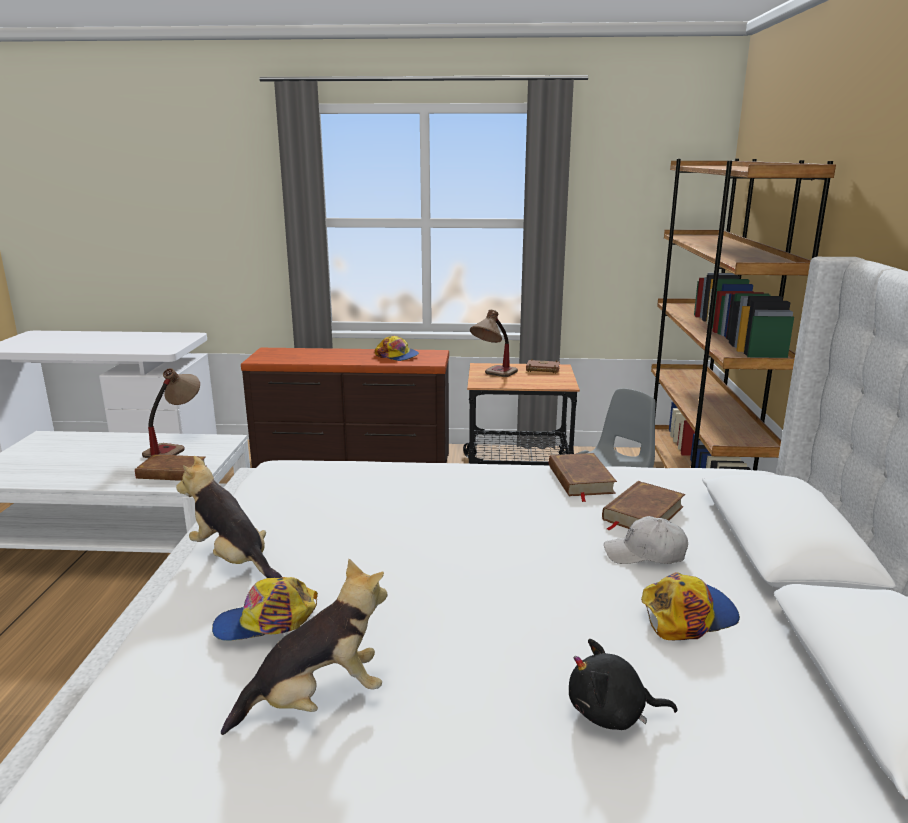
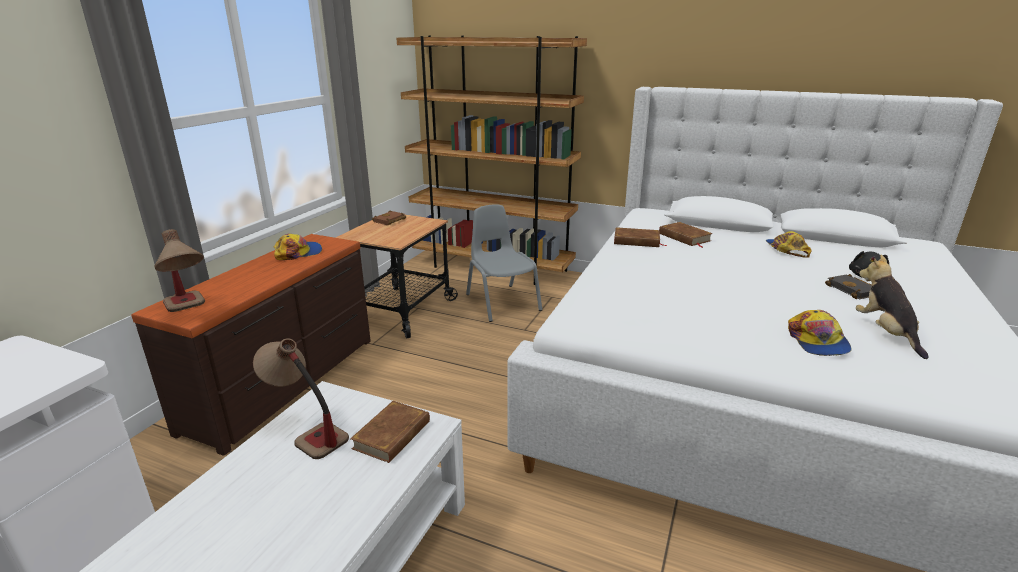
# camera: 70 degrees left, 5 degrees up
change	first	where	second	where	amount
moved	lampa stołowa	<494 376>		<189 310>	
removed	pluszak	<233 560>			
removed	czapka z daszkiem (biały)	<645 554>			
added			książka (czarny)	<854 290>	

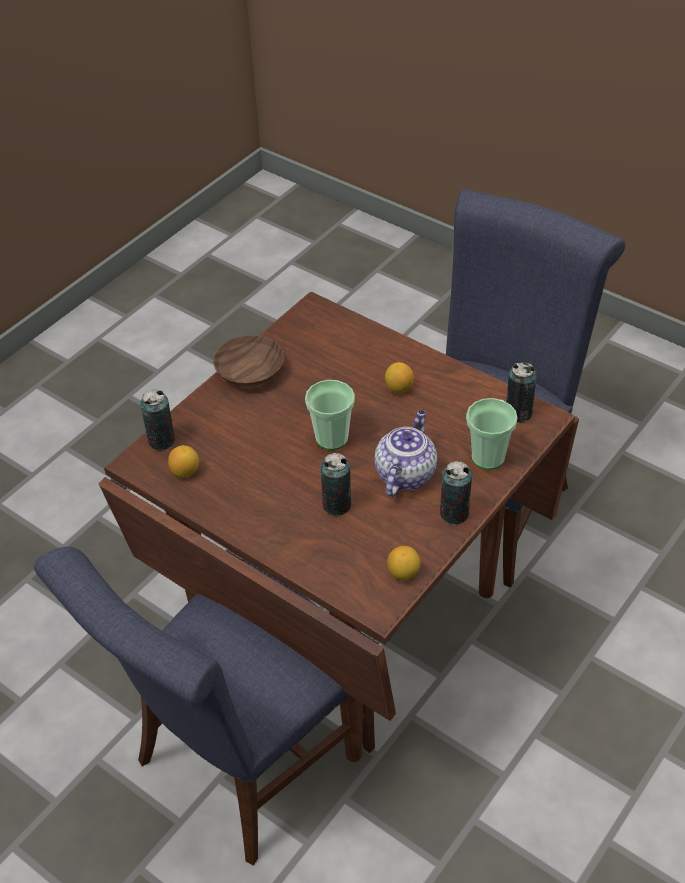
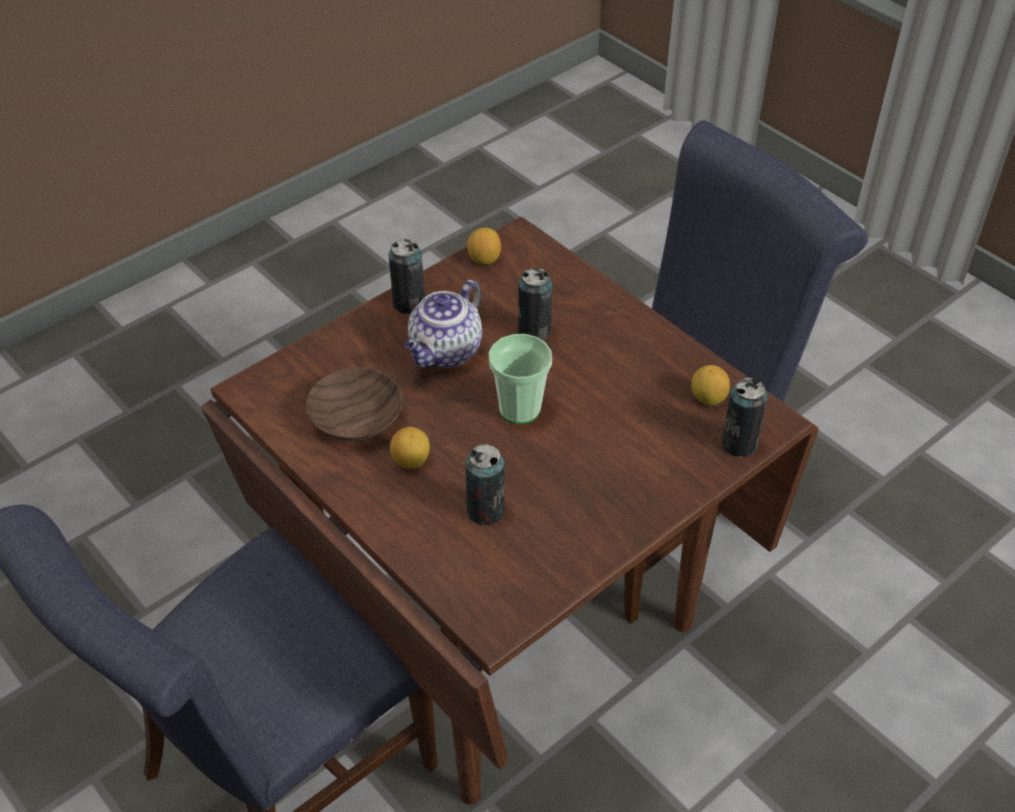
# camera: 170 degrees left, 0 degrees up
change	first	where	second	where	amount
moved	miska (brązowy)	<251 371>		<354 419>	
moved	puszka	<518 413>		<485 511>	
removed	filiżanka	<488 457>			

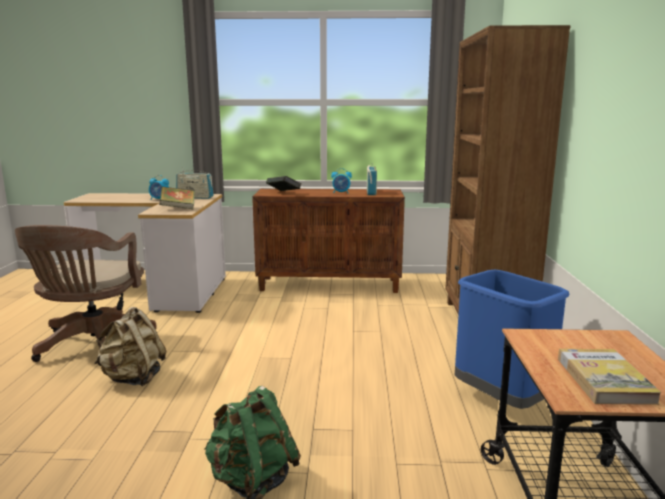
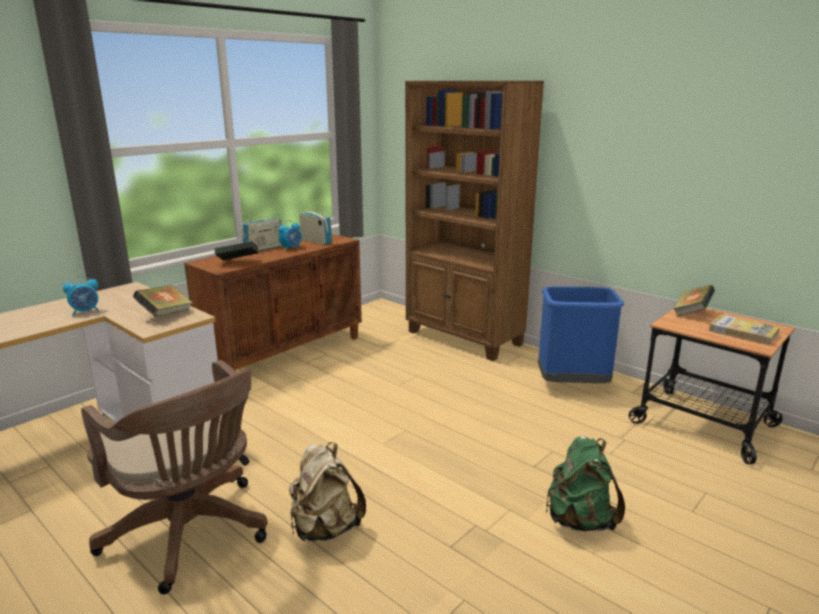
# camera: 50 degrees left, 5 degrees up
change	first	where	second	where	amount
moved	radio	<195 197>		<264 248>	
added			książka	<691 313>	

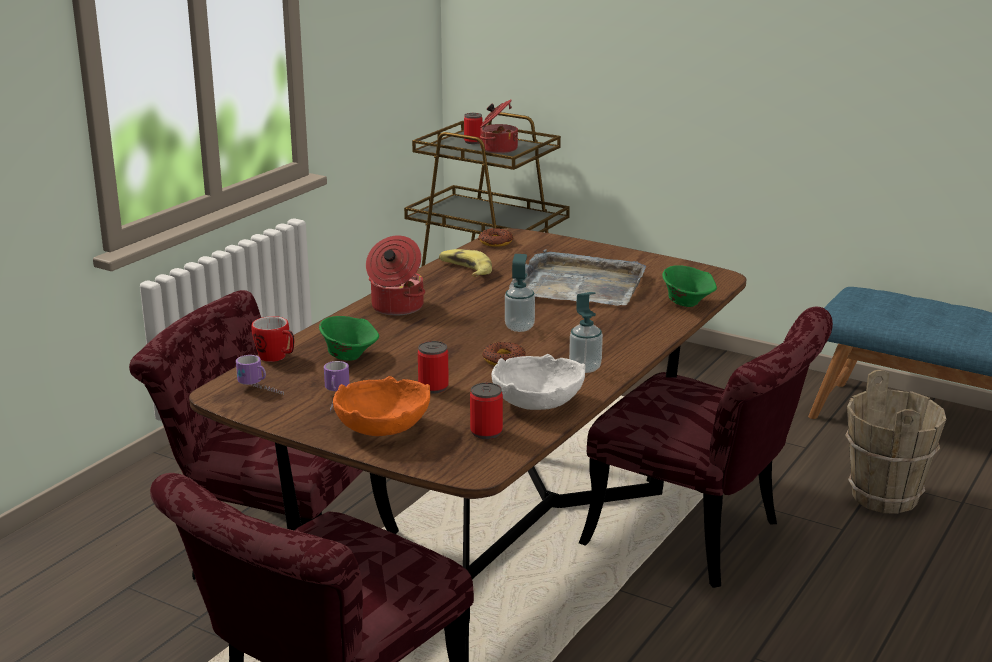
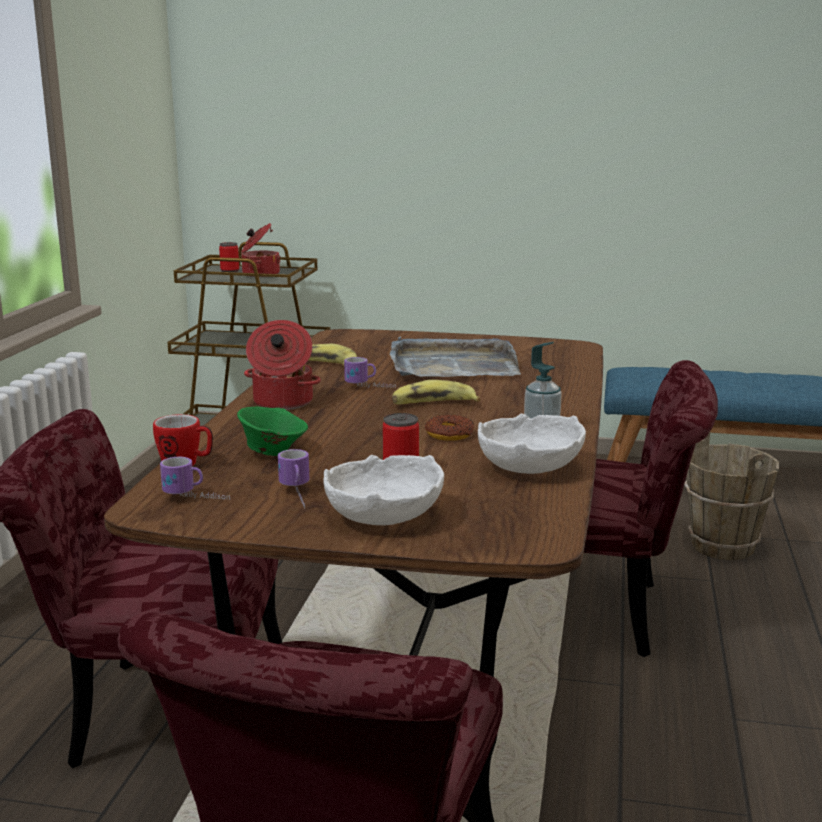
# camera: 20 degrees left, 5 degrees down
change	first	where	second	where	amount
removed	donut	<495 242>			
replaced	dozownik mydła	<519 327>	banan	<433 405>	
removed	miska (zielony)	<687 303>			
recoloured	miska (pomarańczowy)	<382 427>	miska (biały)	<383 516>	
removed	puszka	<486 432>			
added			kubek	<370 388>	

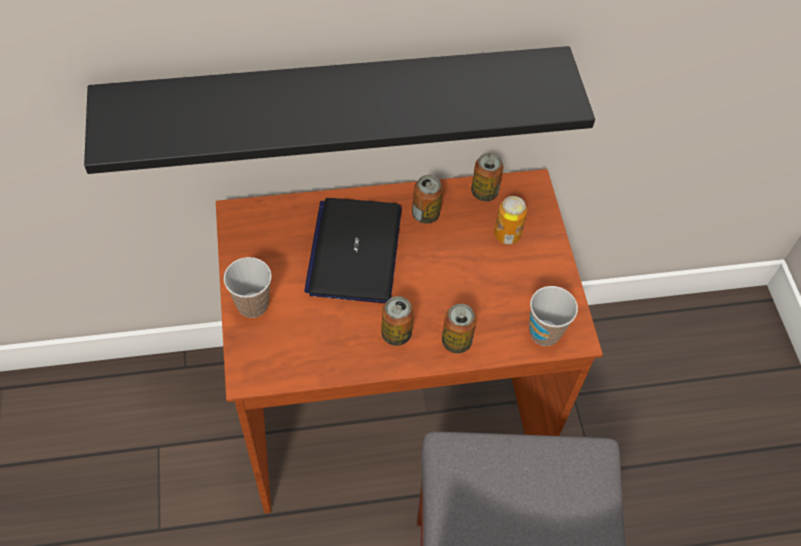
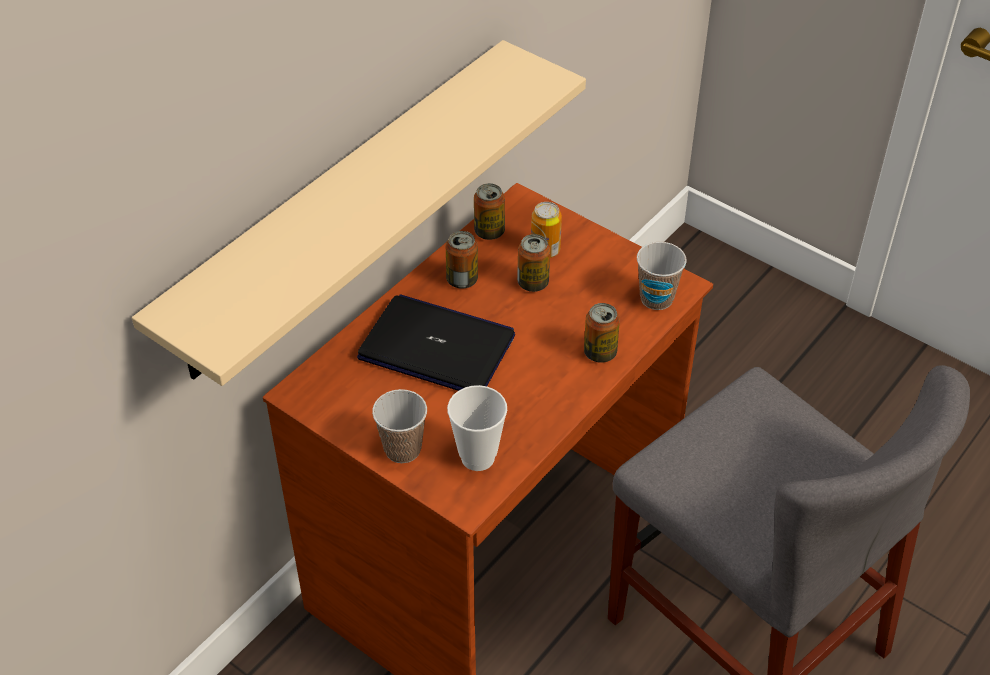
# camera: 40 degrees left, 10 degrees down
change	first	where	second	where	amount
recoloured	półka (czarny)	<336 103>	półka (beżowy)	<340 210>	
turned	laptop	<355 251>		<438 347>	150 degrees clockwise
moved	puszka	<396 334>		<533 283>	
added			filiżanka	<478 457>	

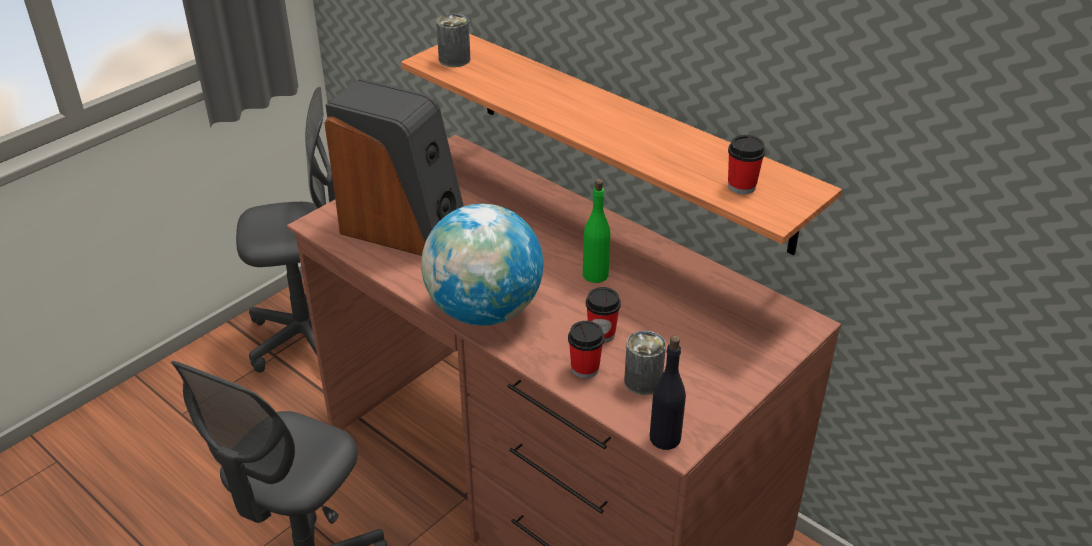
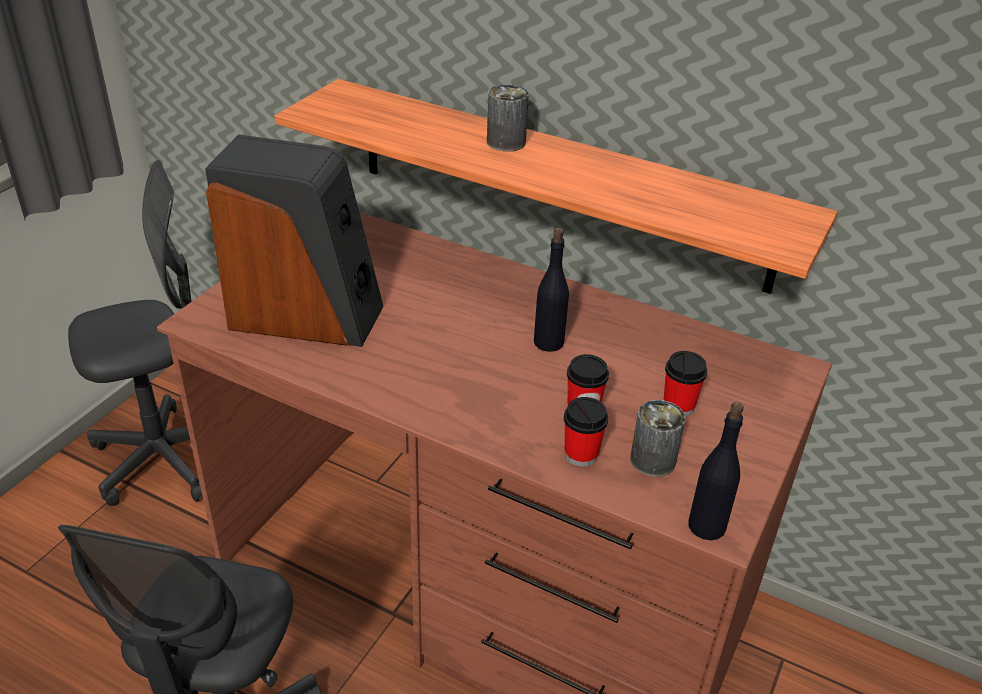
# camera: 15 degrees left, 0 degrees up
change	first	where	second	where	amount
moved	puszka	<454 59>		<506 142>	
moved	filiżanka	<741 186>		<678 406>	
recoloured	butelka (zielony)	<595 275>	butelka (czarny)	<548 342>	
removed	globus	<484 311>			

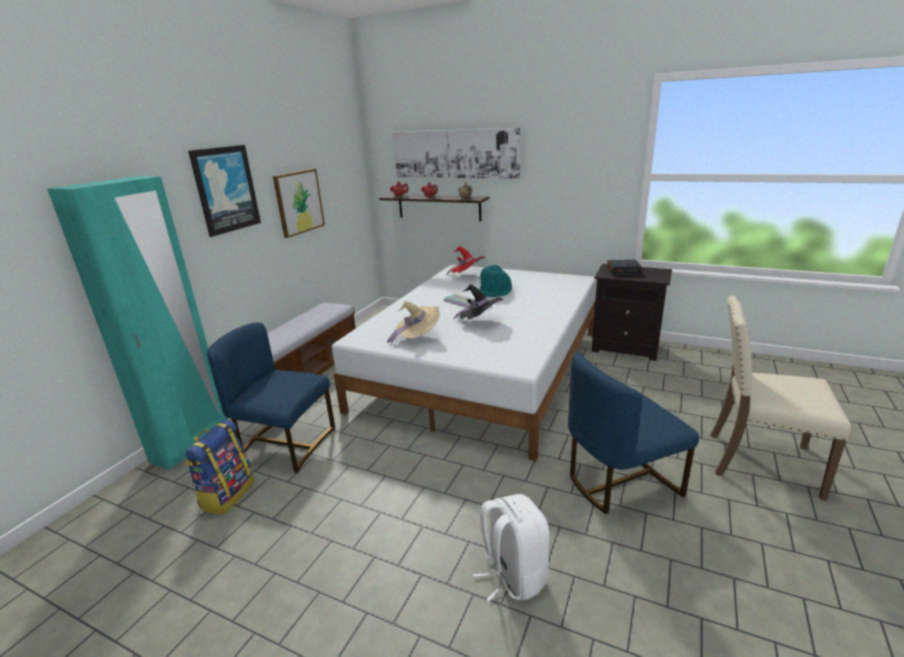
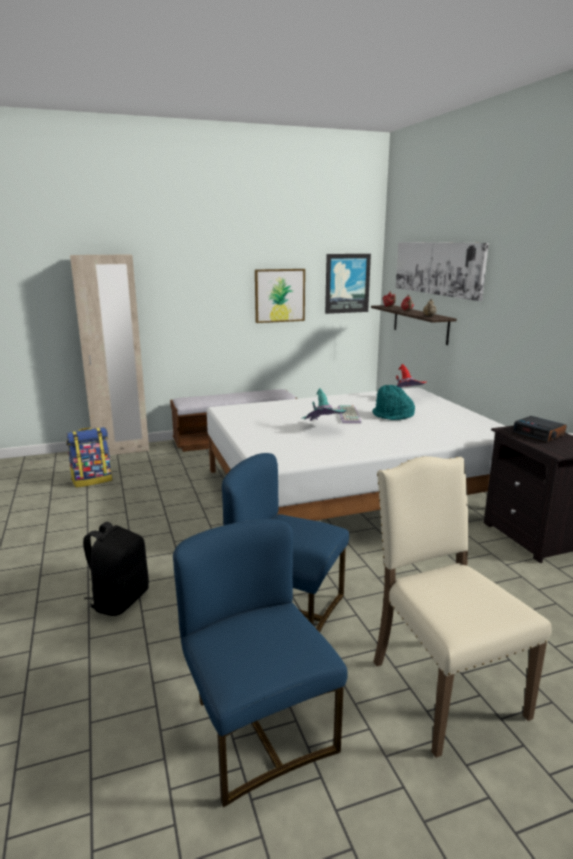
# camera: 45 degrees right, 5 degrees down
change	first	where	second	where	amount
moved	obraz	<225 189>		<347 283>	
recoloured	szafa (turkusowy)	<192 444>	szafa (beżowy)	<121 450>	
recoloured	kapelusz (czarny)	<480 322>	kapelusz (turkusowy)	<322 429>	
removed	kapelusz (beżowy)	<417 337>			
moved	krzesło (niebieski)	<286 443>		<258 728>	
recoloured	plecak (biały)	<512 575>	plecak (czarny)	<119 600>	

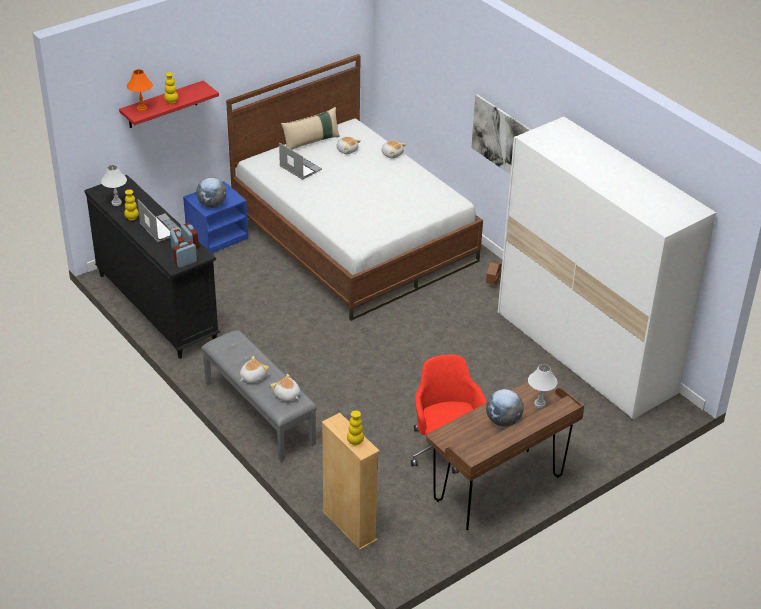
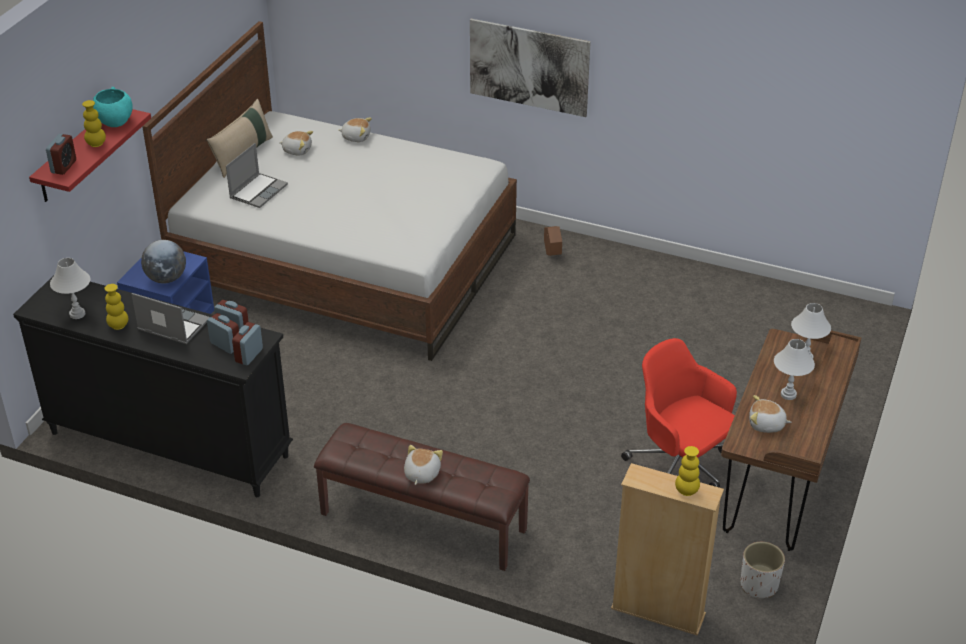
# camera: 30 degrees left, 0 degrees up
change	first	where	second	where	amount
replaced	lampa stołowa (pomarańczowy)	<142 109>	budzik	<63 166>	
removed	szafa (biały)	<585 353>			
turned	laptop	<299 168>		<258 191>	105 degrees clockwise
recoloured	ławka (szary)	<258 413>	ławka (brązowy)	<422 522>	
moved	pluszak	<287 395>		<766 425>	
replaced	globus	<503 421>	lampa stołowa (biały)	<788 394>	
added			miska (turkusowy)	<115 122>	
added			donica (biały)	<759 585>	

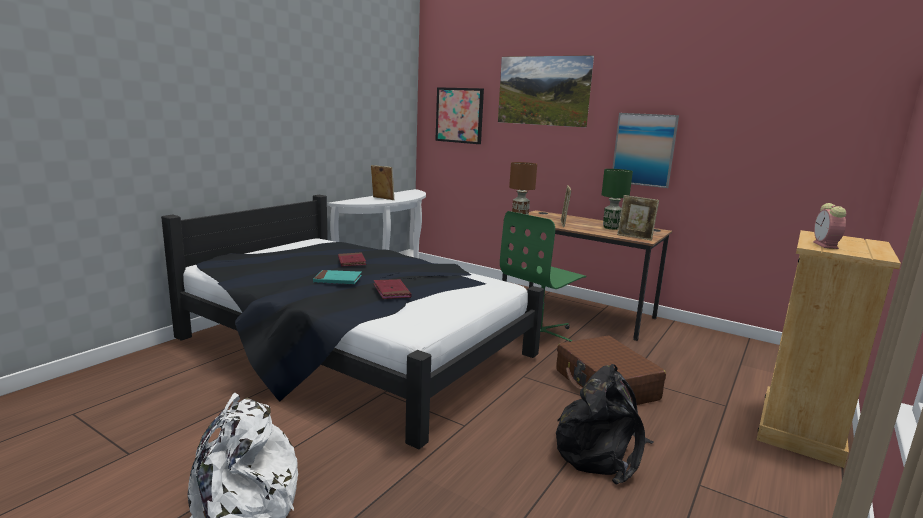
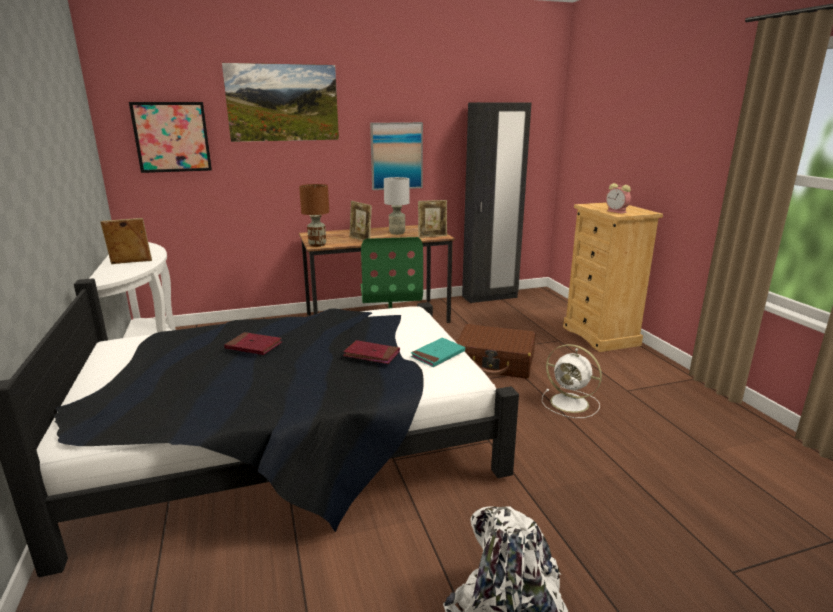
# camera: 50 degrees left, 5 degrees up
change	first	where	second	where	amount
recoloured	lampa stołowa (zielony)	<611 228>	lampa stołowa (szary)	<397 233>	
moved	książka (turkusowy)	<338 280>		<438 355>	
replaced	plecak (czarny)	<601 452>	wentylator (biały)	<571 403>	
added			szafa (czarny)	<490 297>	

